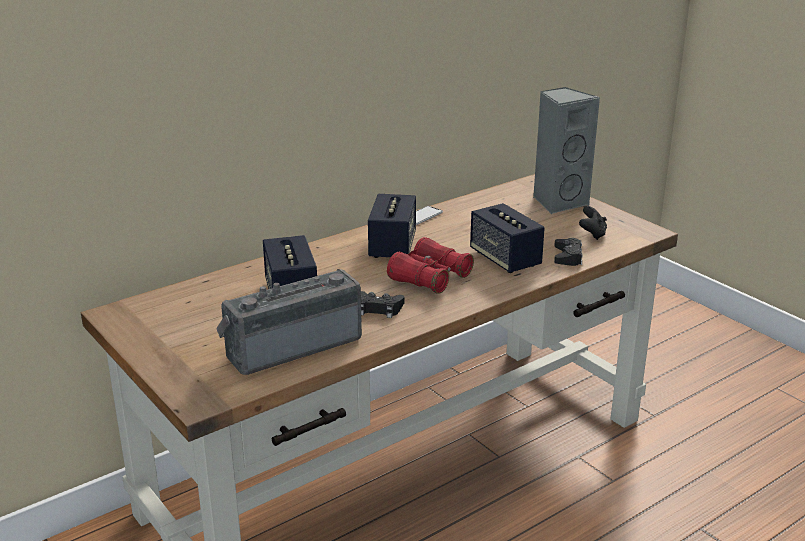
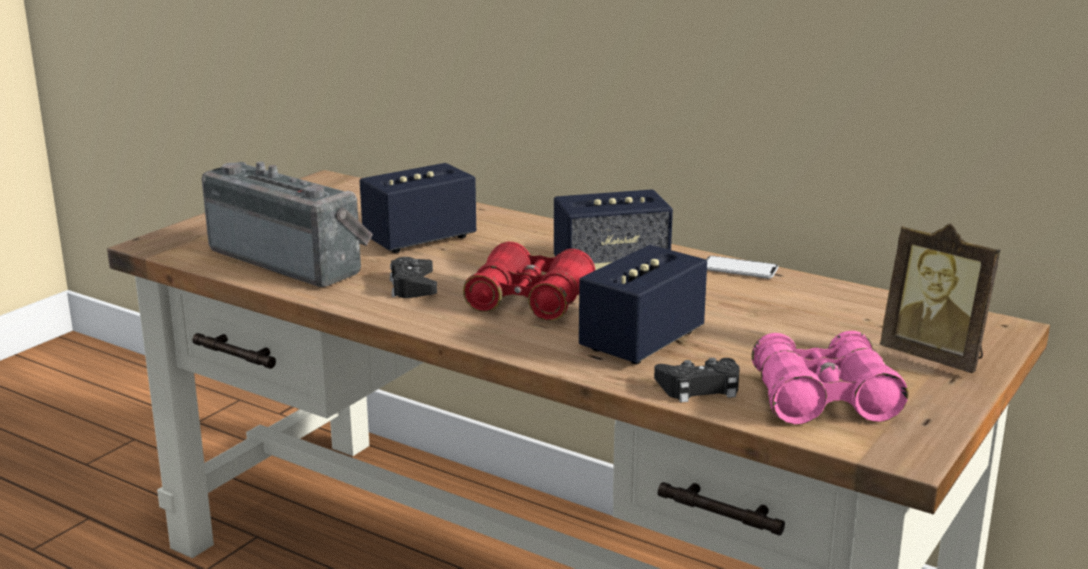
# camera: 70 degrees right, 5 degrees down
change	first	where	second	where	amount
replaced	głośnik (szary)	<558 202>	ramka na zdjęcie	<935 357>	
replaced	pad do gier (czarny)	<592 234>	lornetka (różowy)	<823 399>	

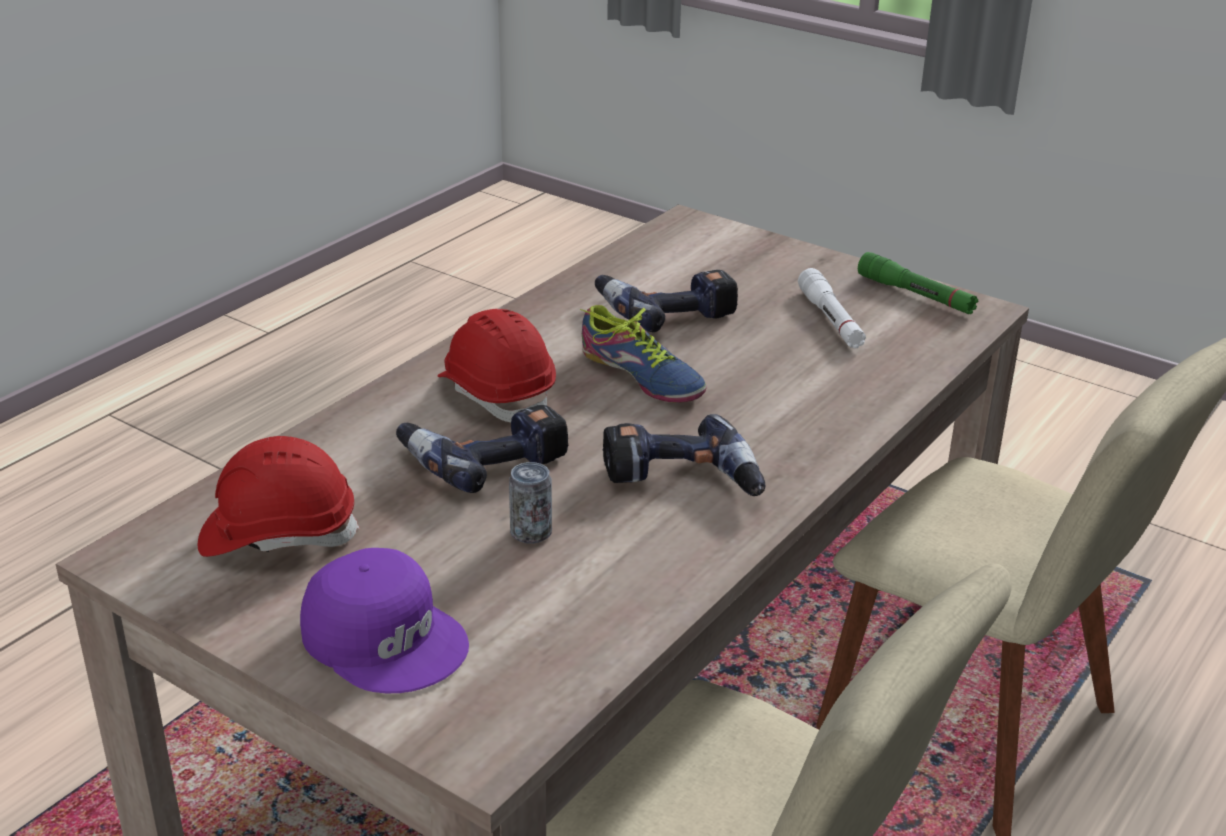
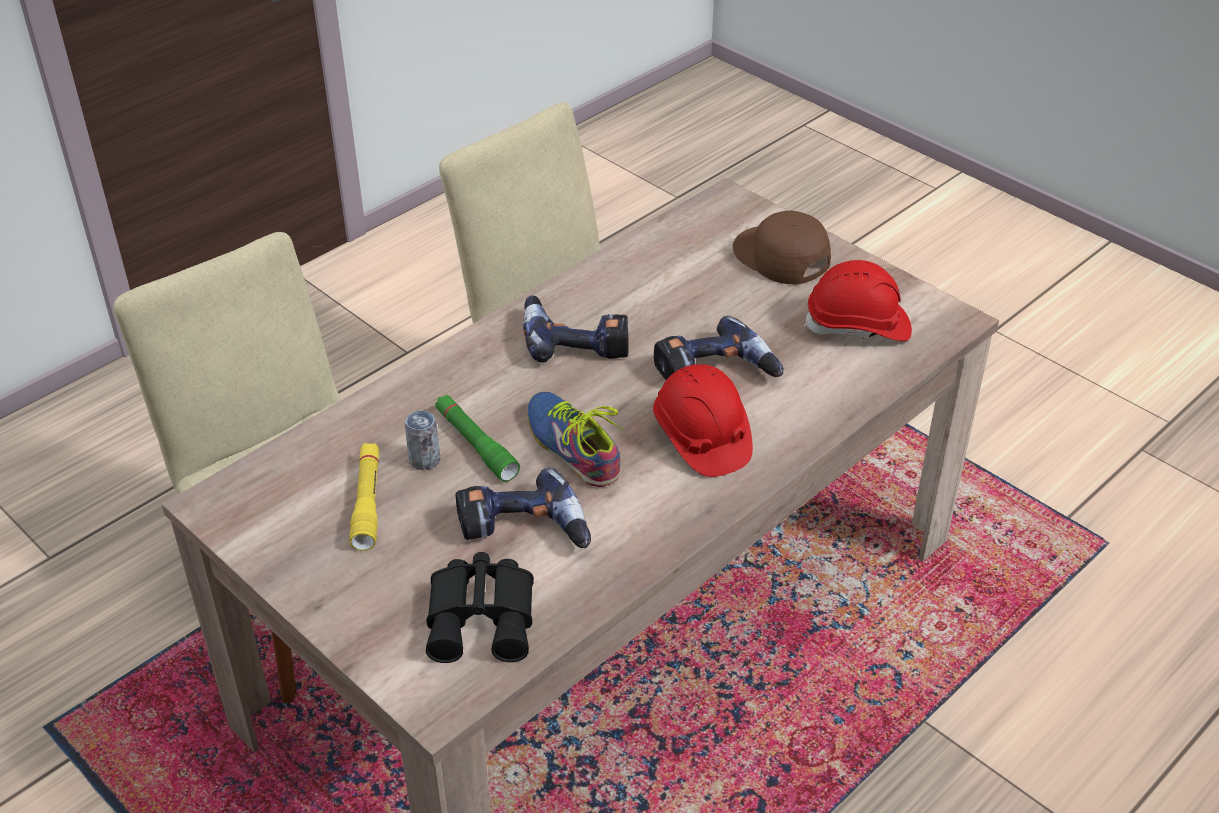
# camera: 170 degrees left, 10 degrees up
change	first	where	second	where	amount
moved	latarka (zielony)	<916 295>		<476 444>	
recoloured	latarka (biały)	<830 320>	latarka (żółty)	<367 503>	
moved	puszka	<531 533>		<424 460>	
recoloured	czapka z daszkiem (fioletowy)	<386 637>	czapka z daszkiem (brązowy)	<780 256>	
added			lornetka (czarny)	<484 617>	

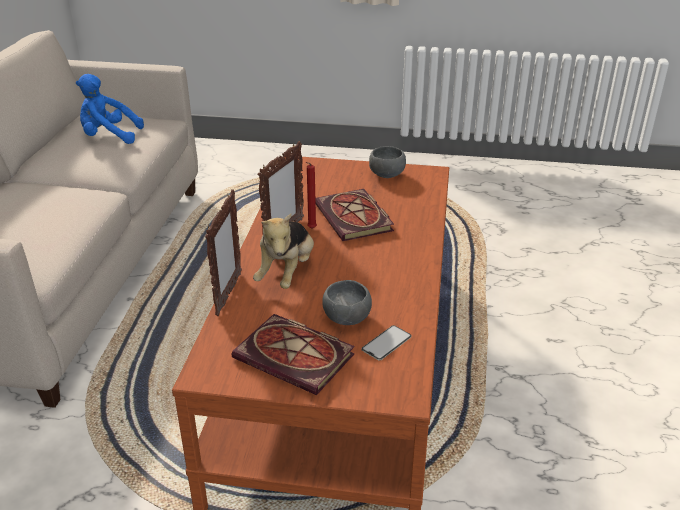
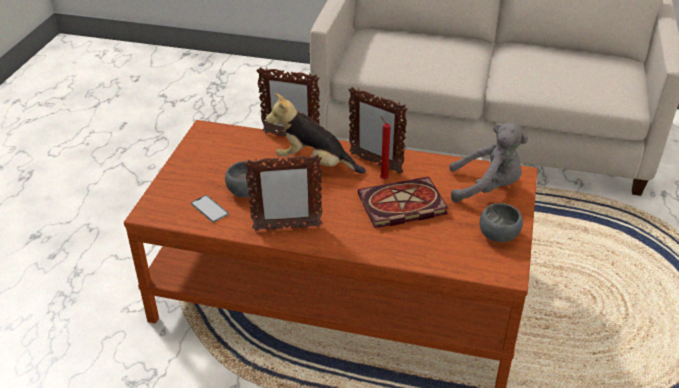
# camera: 95 degrees right, 5 degrees up
change	first	where	second	where	amount
removed	pluszak (niebieski)	<109 137>			
removed	książka	<297 357>			
added			pluszak (szary)	<487 188>	
added			ramka na zdjęcie	<286 228>	

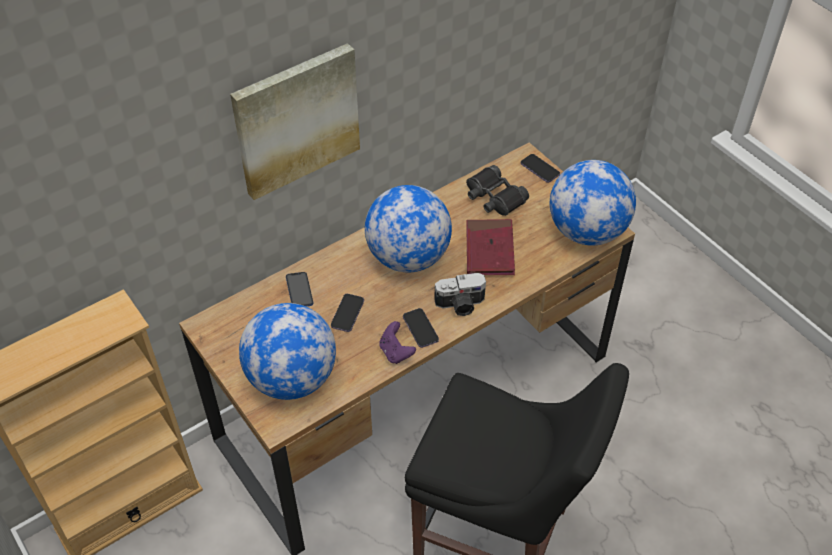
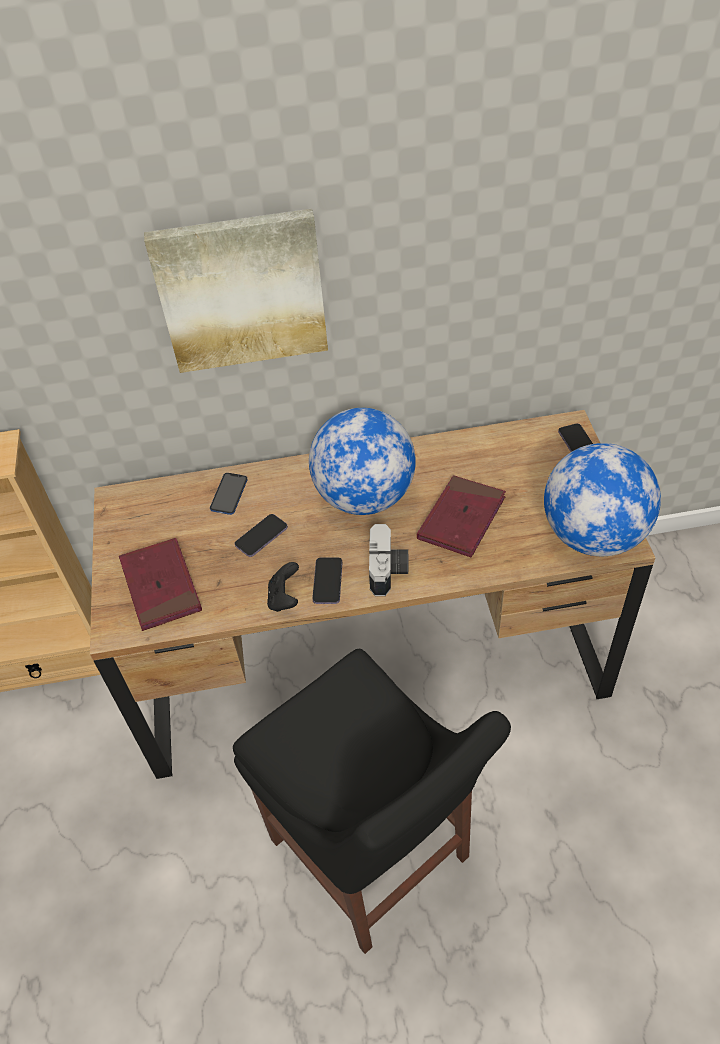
# camera: 30 degrees right, 0 degrees up
change	first	where	second	where	amount
removed	lornetka (czarny)	<494 197>			
turned	aparat fotograficzny	<460 305>		<389 570>	105 degrees counterclockwise
replaced	globus	<292 378>	książka (czerwony)	<161 586>	
recoloured	pad do gier (fioletowy)	<396 352>	pad do gier (czarny)	<284 598>	

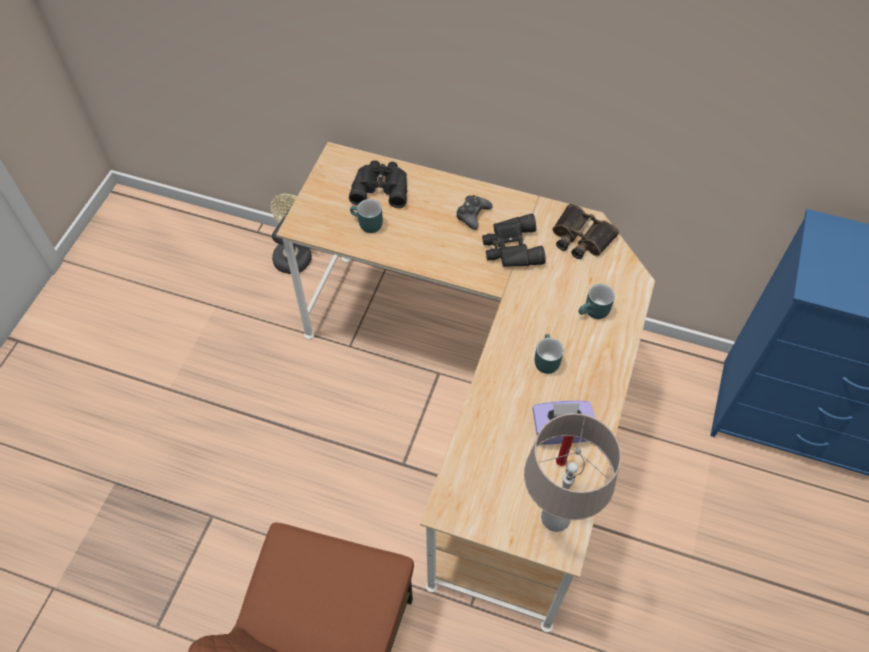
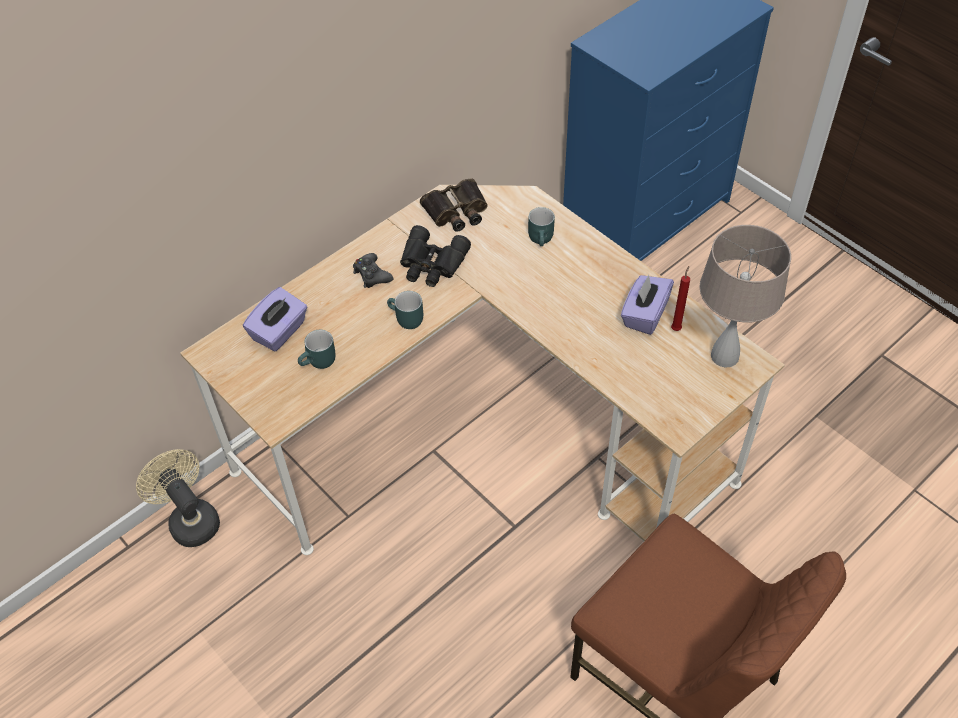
# camera: 60 degrees left, 5 degrees down
change	first	where	second	where	amount
replaced	lornetka (czarny)	<380 187>	pudełko chusteczek (fioletowy)	<279 332>	
moved	kubek (turkusowy)	<544 360>		<405 320>	

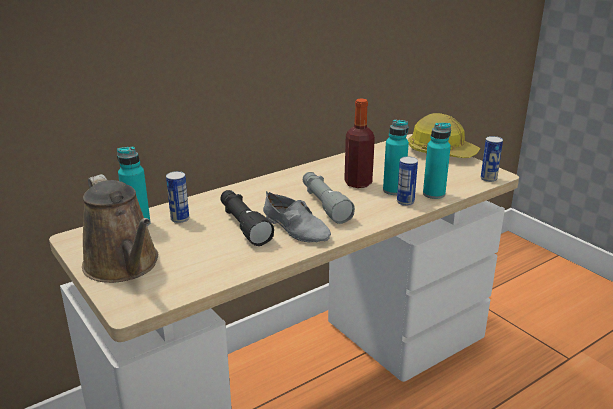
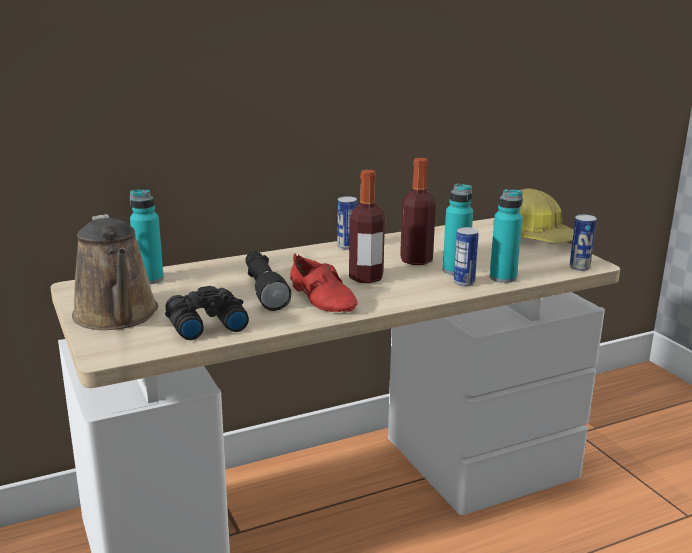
# camera: 10 degrees right, 5 degrees down
change	first	where	second	where	amount
moved	puszka	<180 219>		<346 246>	
replaced	latarka (szary)	<324 204>	butelka	<366 278>	
recoloured	but (szary)	<297 227>	but (czerwony)	<323 297>	
added			lornetka (czarny)	<205 324>	

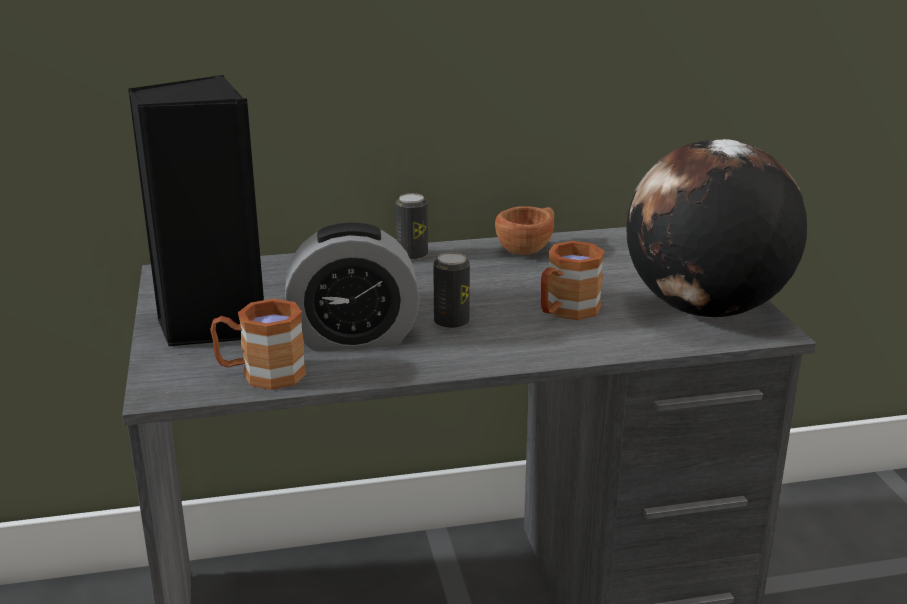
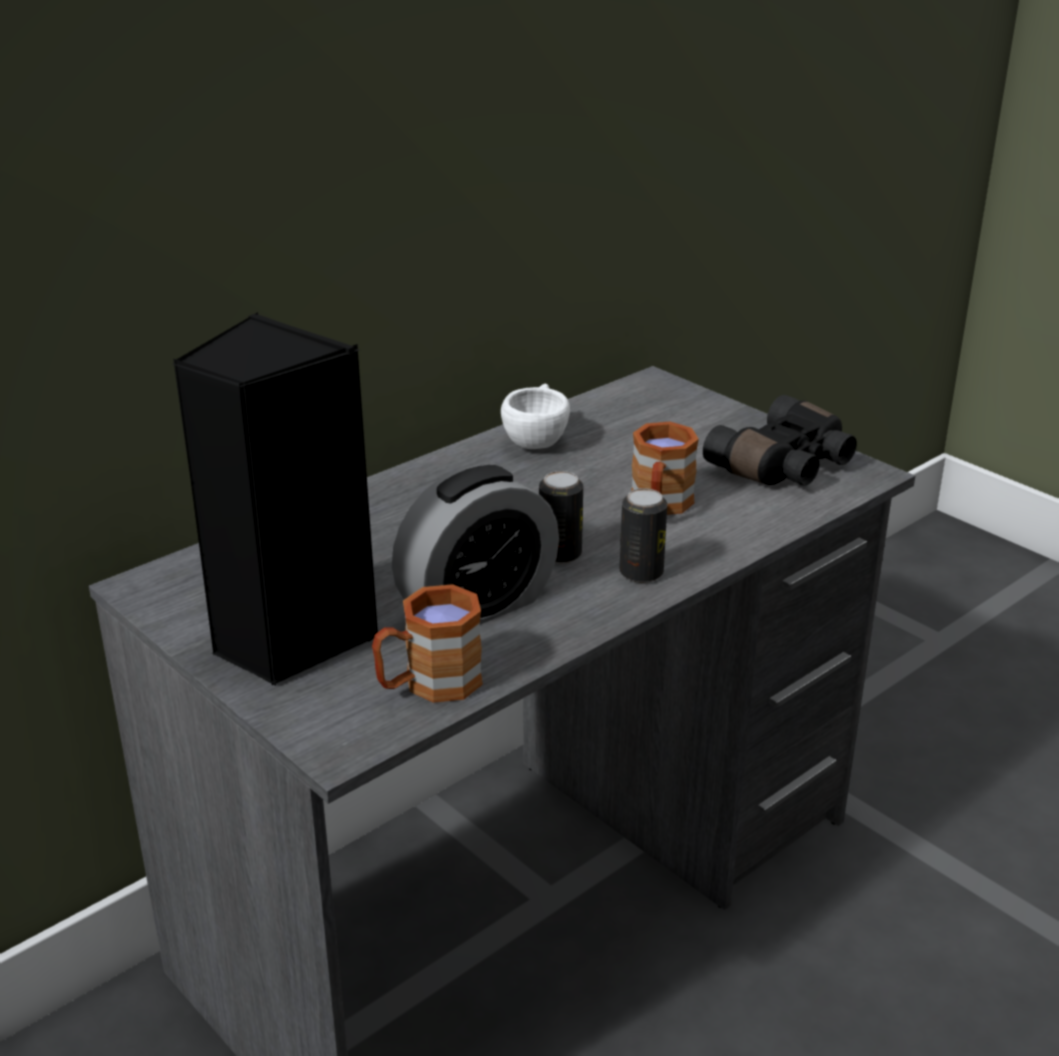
# camera: 30 degrees left, 5 degrees up
change	first	where	second	where	amount
replaced	globus	<705 309>	lornetka (czarny)	<785 466>	
moved	puszka	<412 255>		<641 573>	
recoloured	filiżanka (brązowy)	<529 249>	filiżanka (biały)	<537 439>	

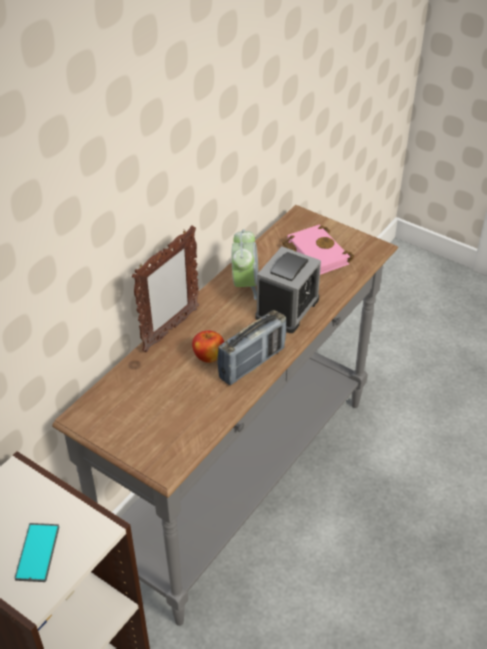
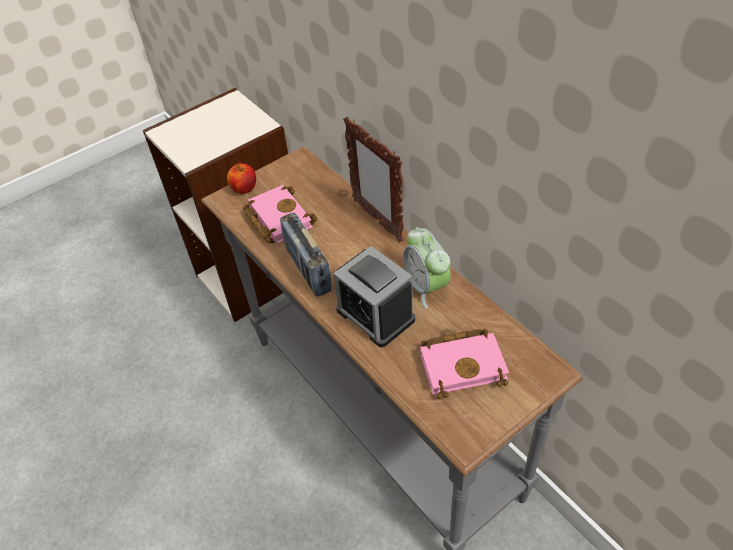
# camera: 110 degrees right, 5 degrees up
change	first	where	second	where	amount
turned	budzik	<245 285>		<425 286>	45 degrees clockwise
moved	jabłko	<209 357>		<244 189>	
removed	telefon	<37 552>			
added			książka (różowy)	<277 218>	

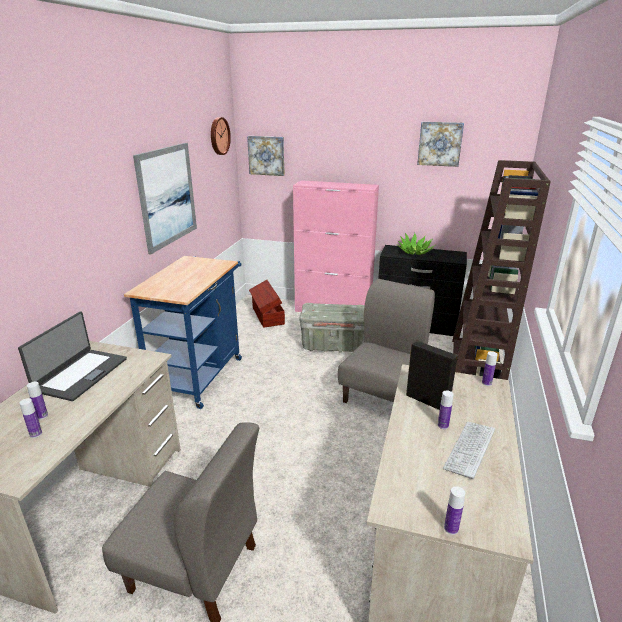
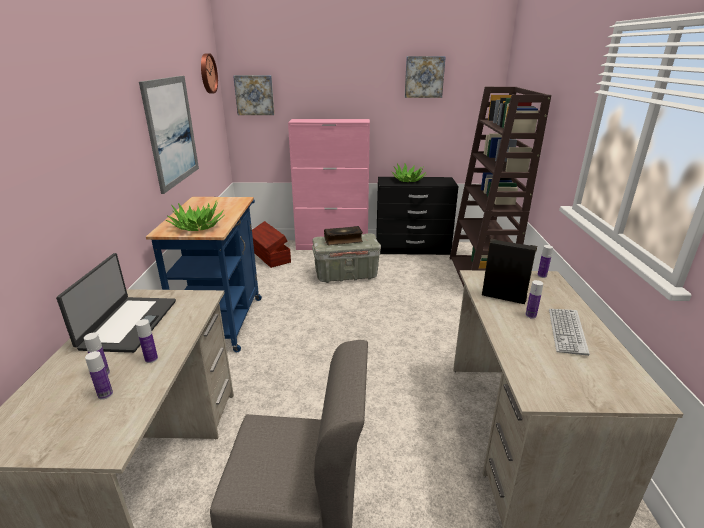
# camera: 15 degrees left, 0 degrees up
change	first	where	second	where	amount
removed	krzesło (szary)	<383 393>			
moved	butelka	<451 528>		<151 359>	
added			roślina doniczkowa	<198 226>	
added			książka	<343 240>	

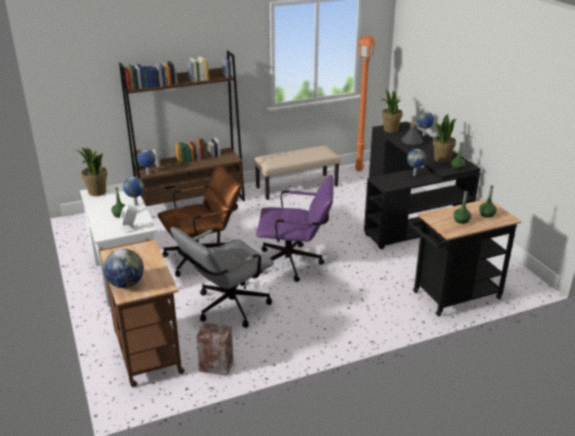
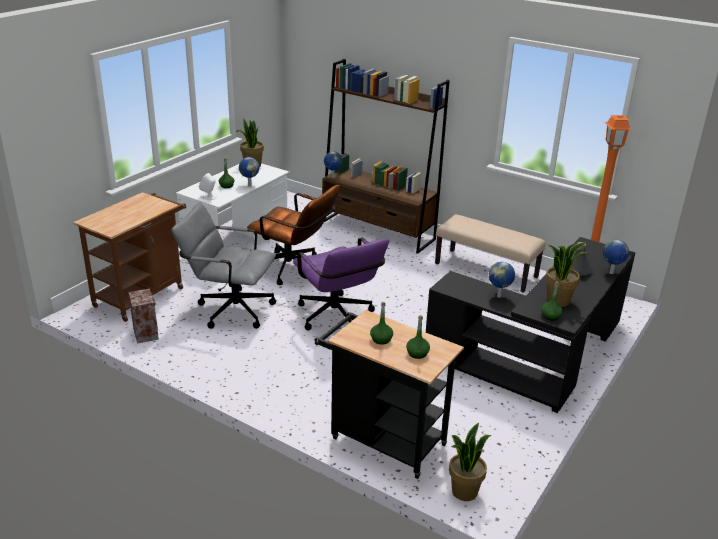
# camera: 55 degrees right, 0 degrees up
change	first	where	second	where	amount
moved	roślina doniczkowa	<390 130>		<464 491>	
removed	globus	<126 284>			

